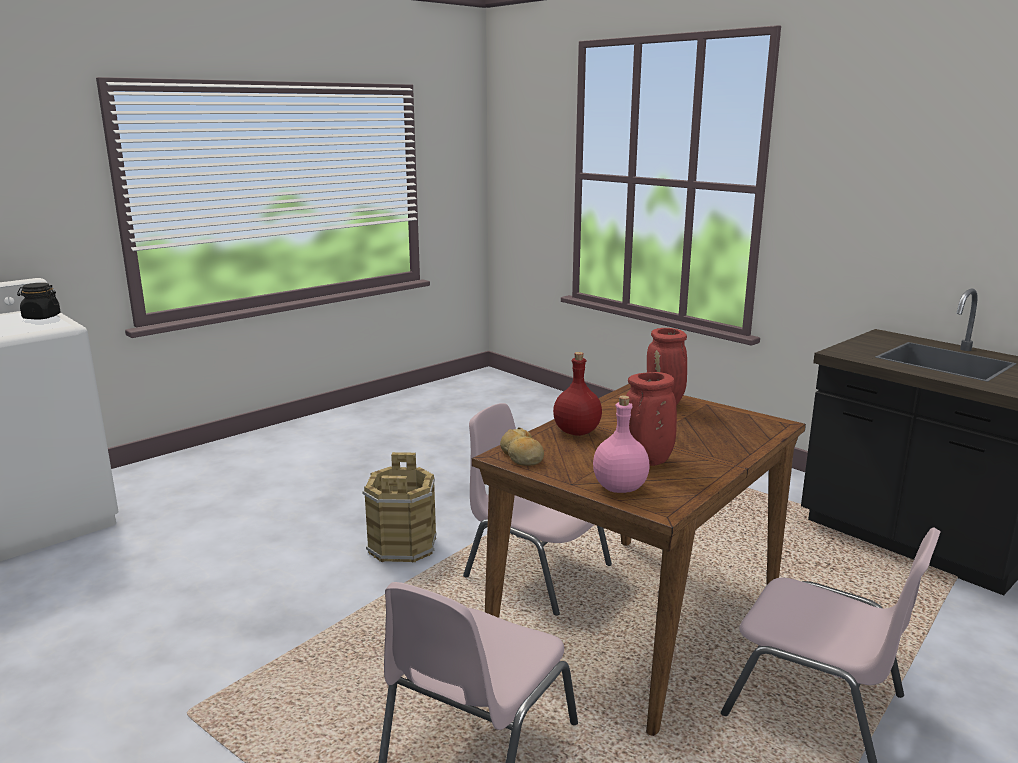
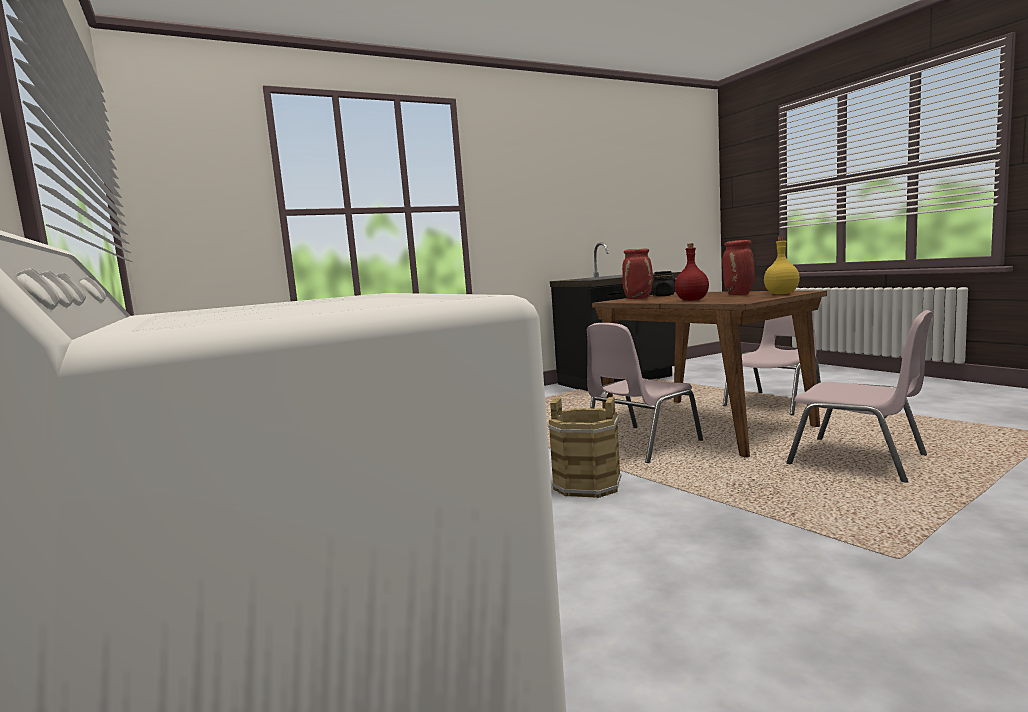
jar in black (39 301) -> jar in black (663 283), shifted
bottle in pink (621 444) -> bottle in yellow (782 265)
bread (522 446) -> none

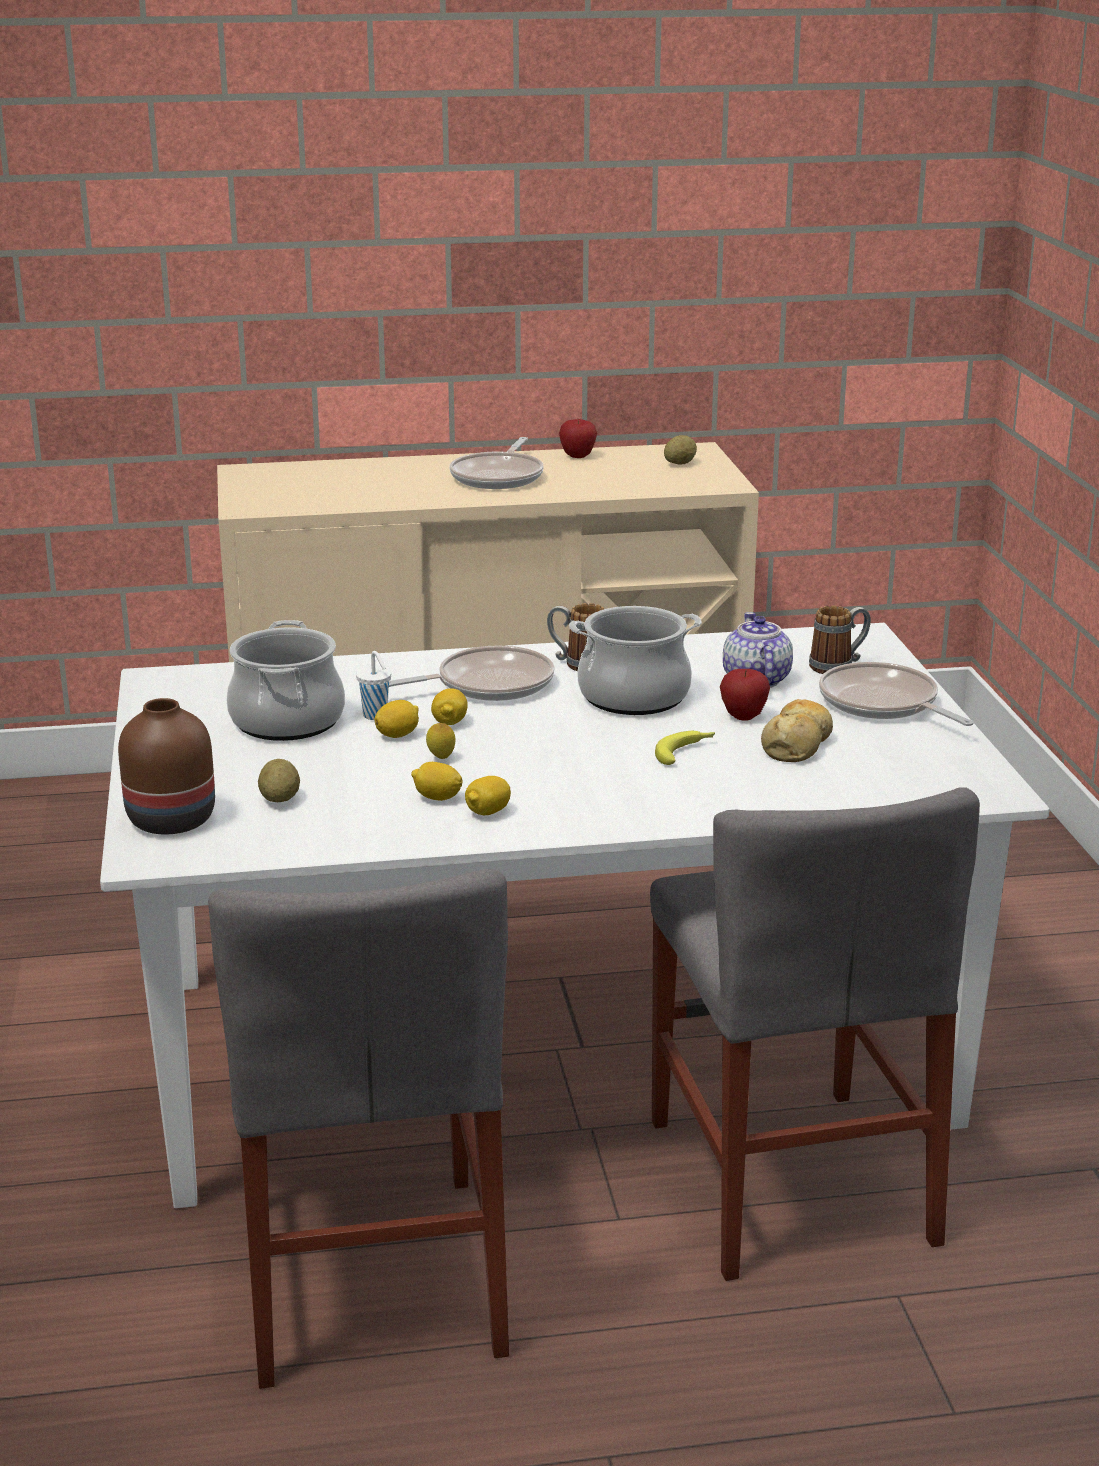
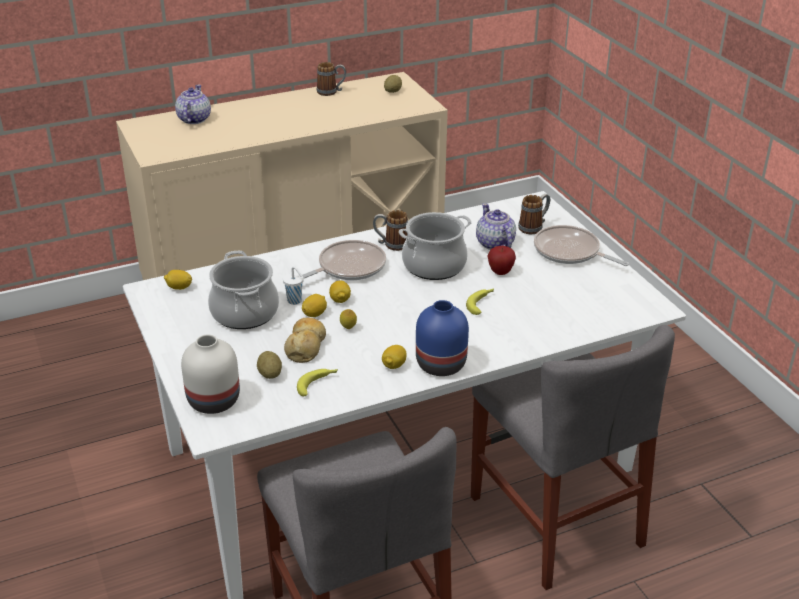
lemon (436 781) -> lemon (178 280), shifted
none -> teapot (193 104)
vase in brown (166 766) -> vase in white (210 374)
bread (797 730) -> bread (305 340), shifted
none -> banana (317 382)
apple (578 438) -> mug (331 79)
none -> vase in blue (442 338)
frying pan (496 463) -> none

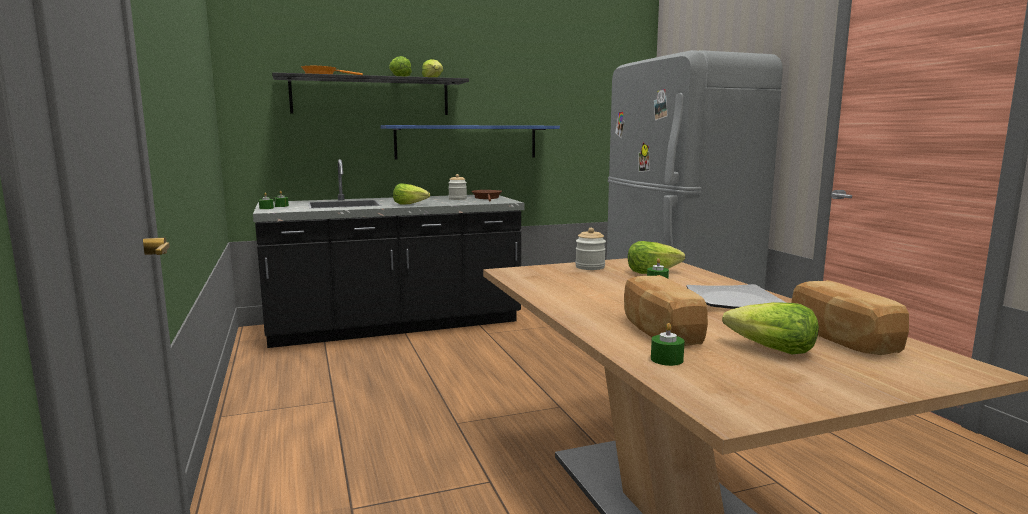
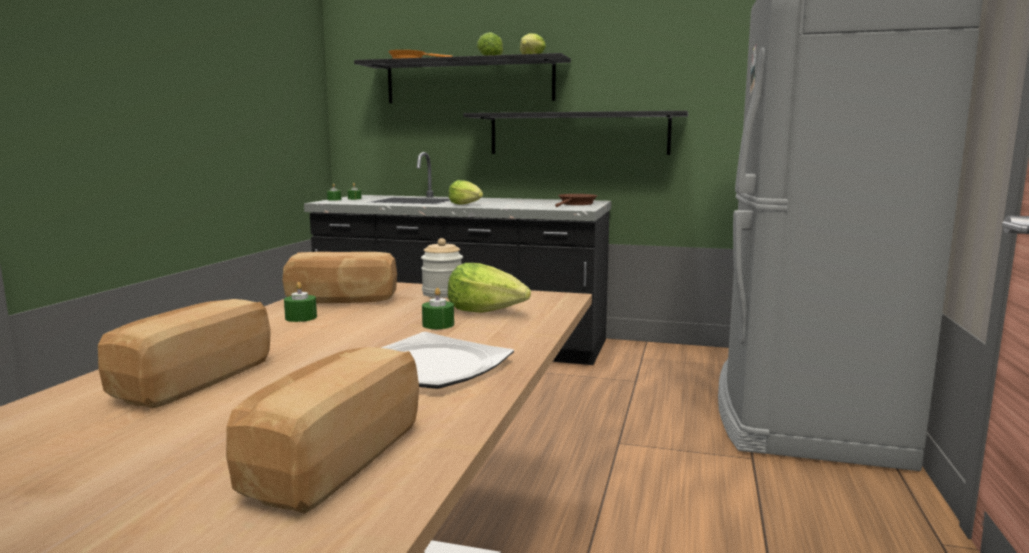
none -> bread (340 277)
candle in green (668 344) -> candle in green (300 302), shifted
shelf in blue (470 142) -> shelf in black (575 133)
jar (457 187) -> none
lettuce (770 328) -> none

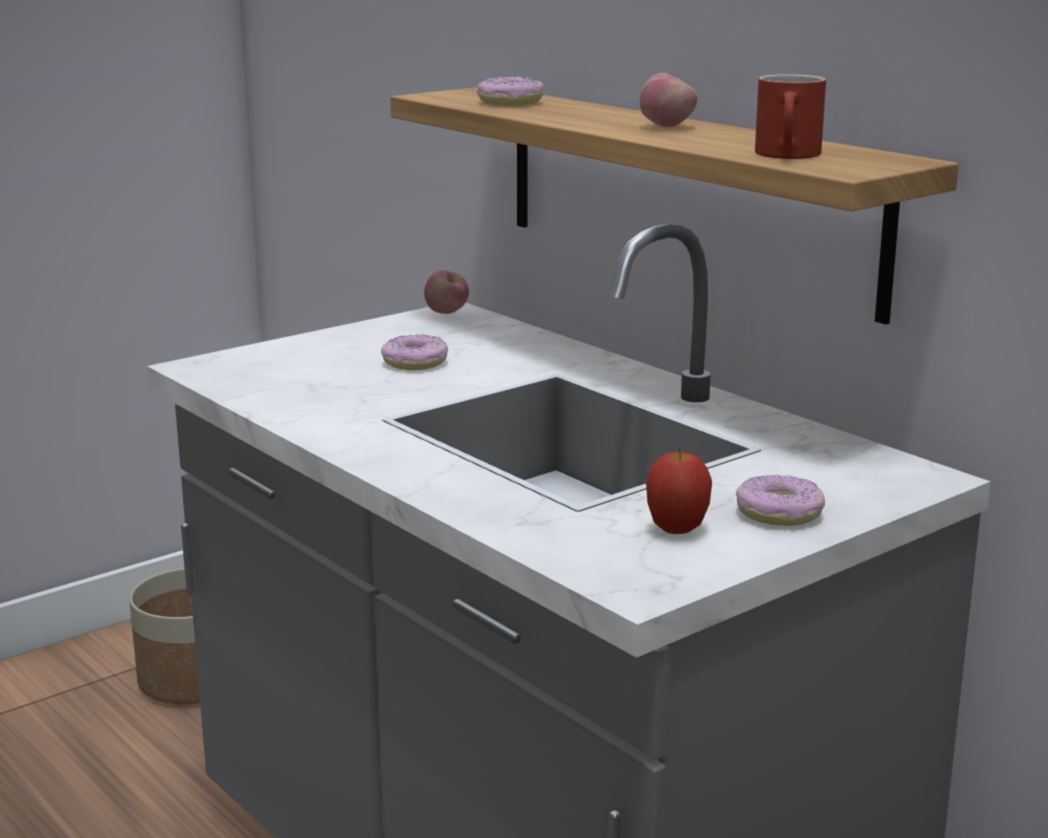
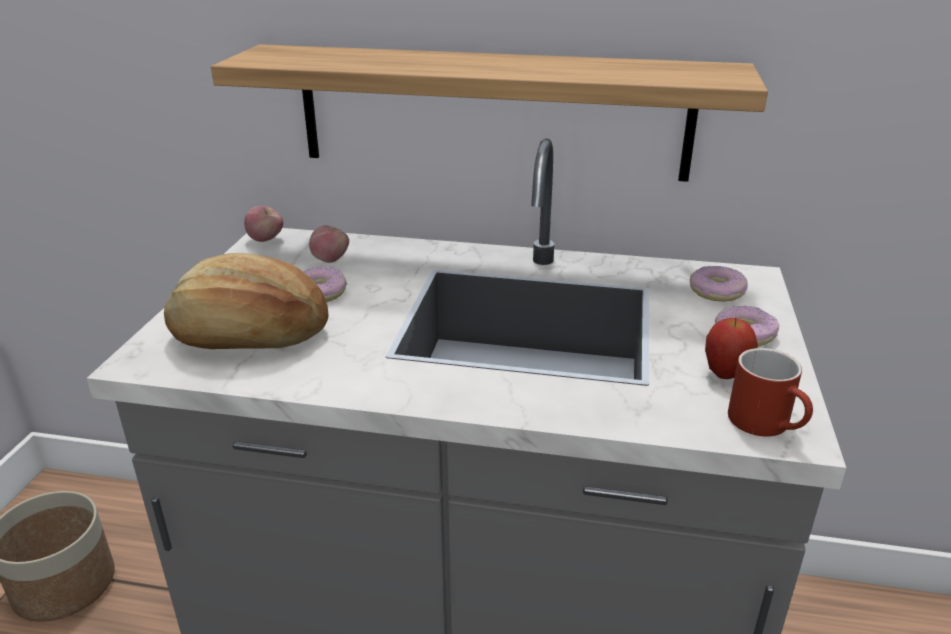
none -> bread (246 301)
apple (668 100) -> apple (329 244), shifted
donut (510 91) -> donut (719 284), shifted
mug in red (790 116) -> mug in red (770 392), shifted

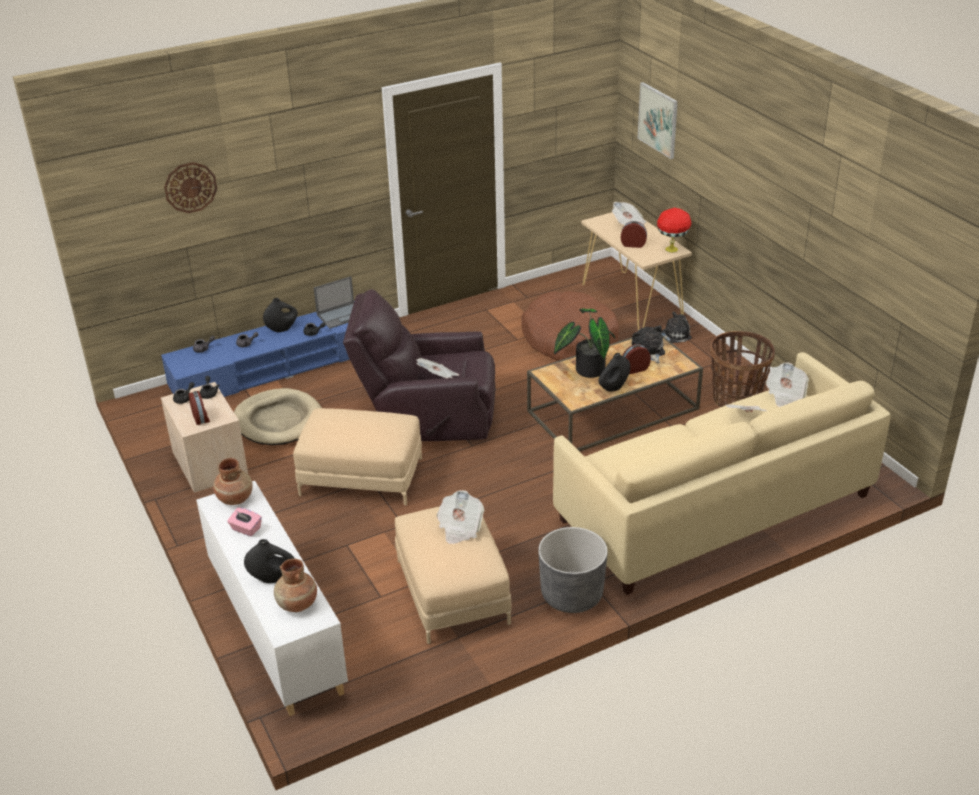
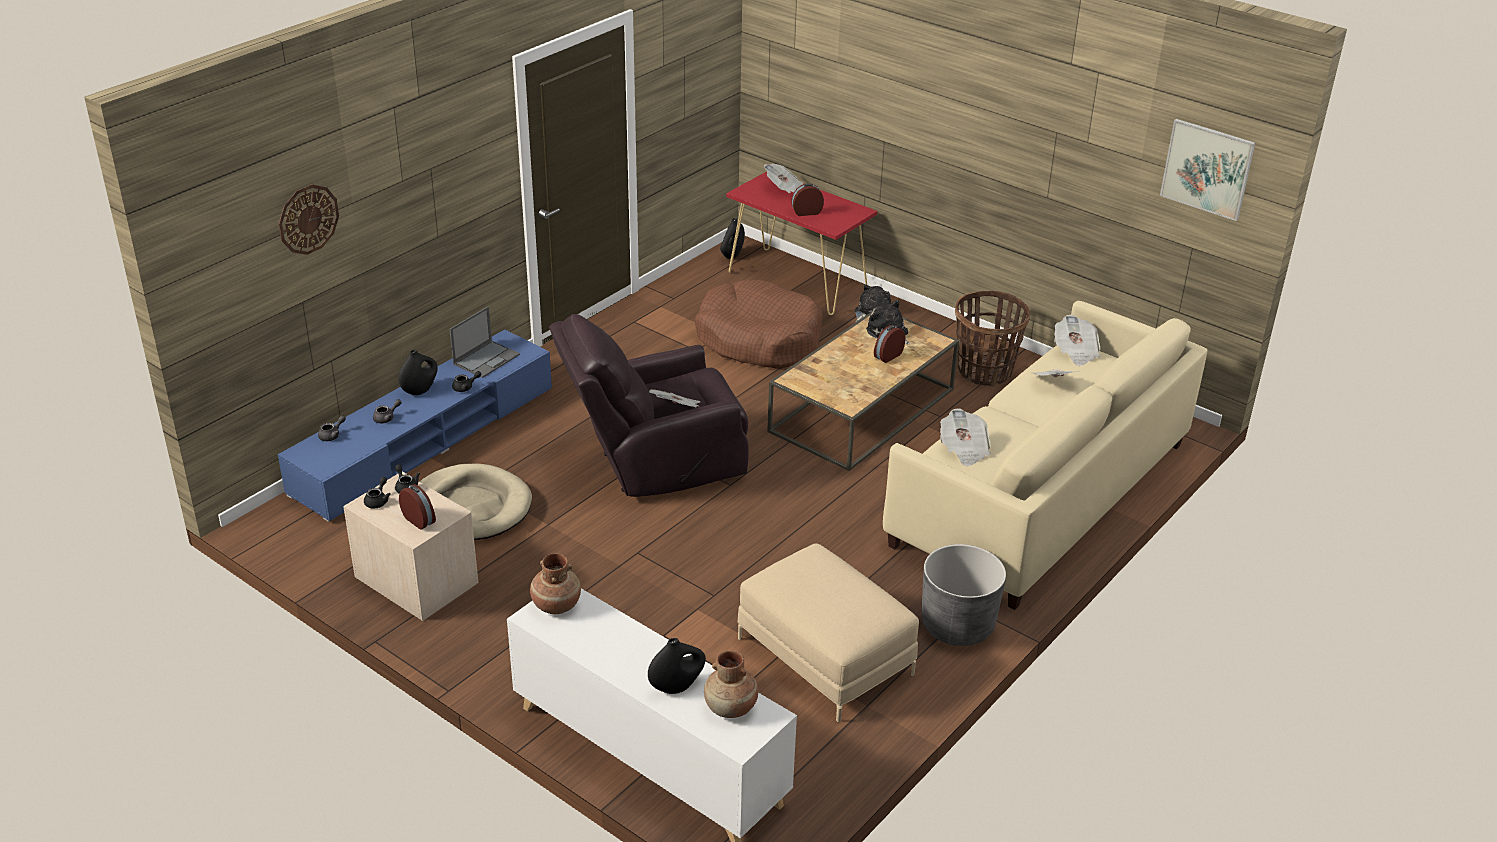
vase in black (614 372) -> vase in black (732 238), shifted
console table in beige (636 271) -> console table in red (801 243)
newspaper (460 517) -> newspaper (965 437), shifted
picture (658 120) -> picture (1207 170), shifted
tissue box in pink (244 522) -> none
ottoman in beige (357 456) -> none
potted plant (585 343) -> none
table lamp in red (674 230) -> none

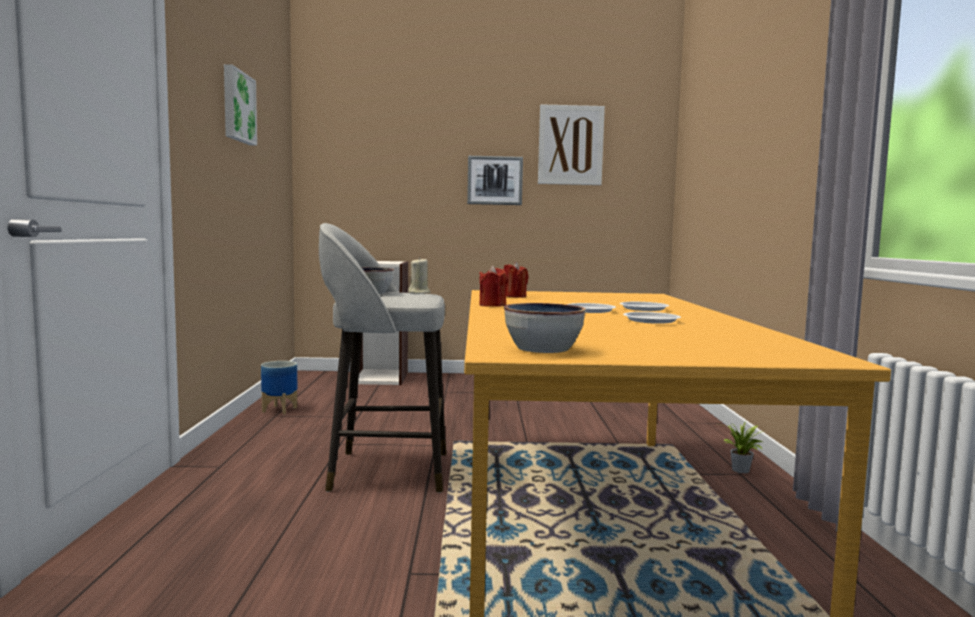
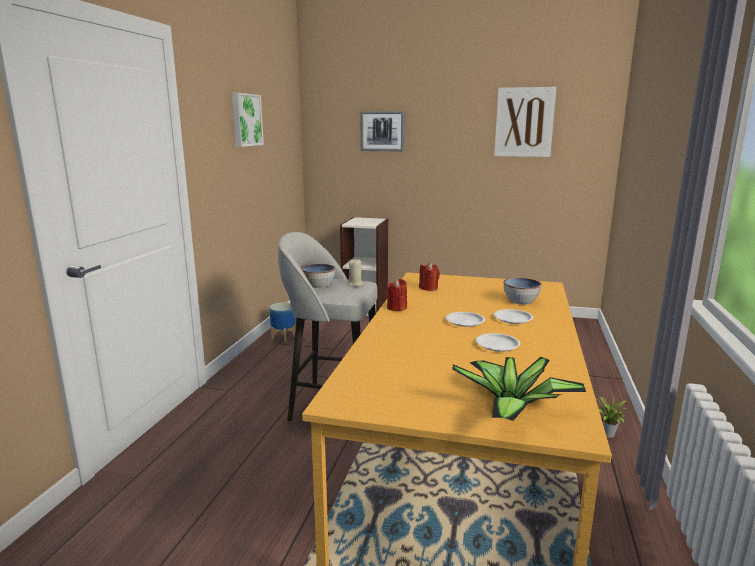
picture (495 180) -> picture (382 131), shifted
none -> potted plant (519 389)
bowl (545 328) -> bowl (522 291), shifted

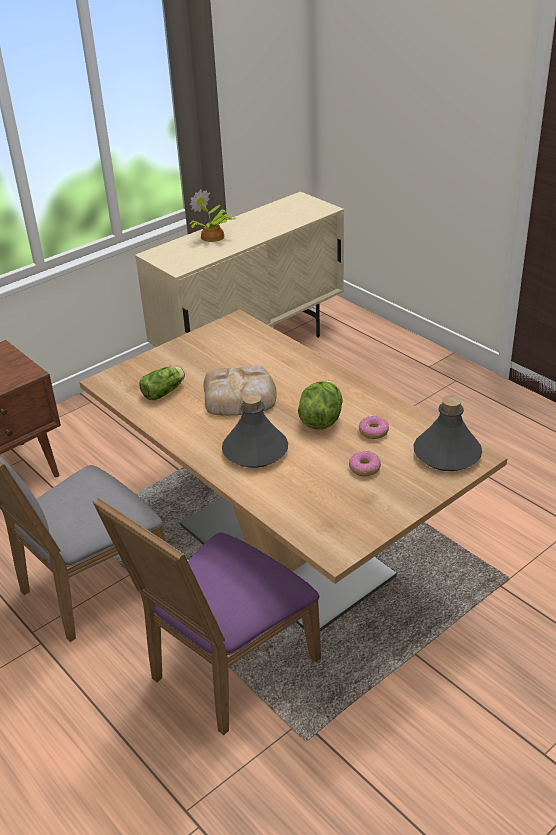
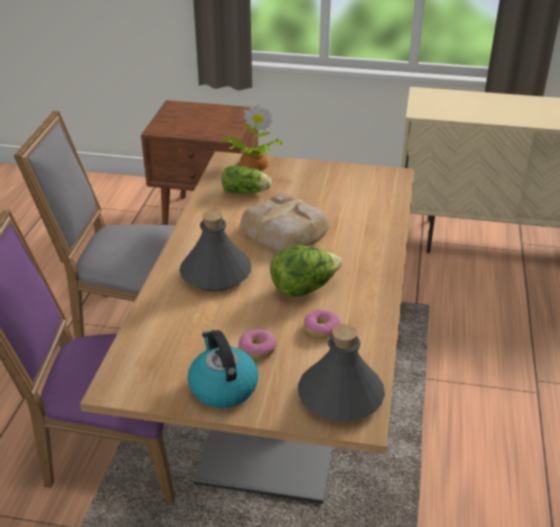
none -> kettle (223 369)
potted plant (212 215) -> potted plant (251 138), shifted

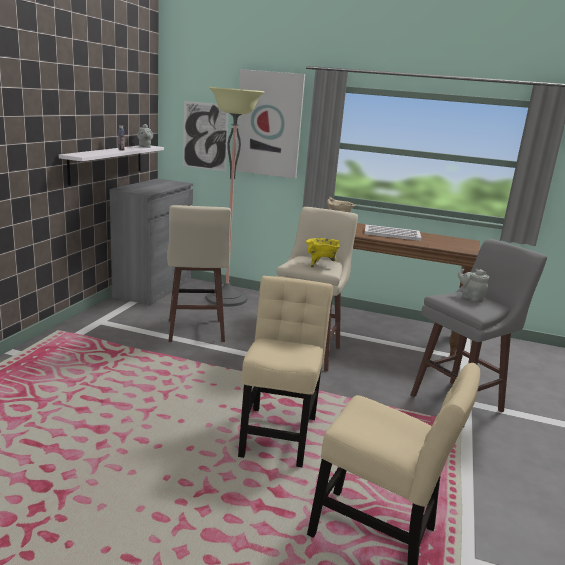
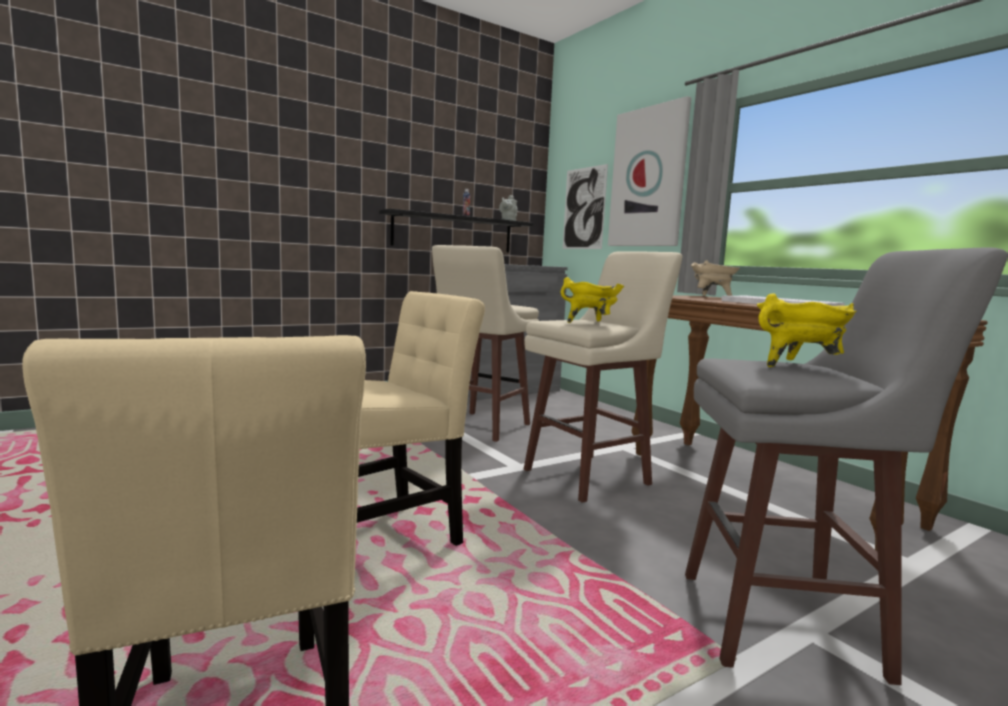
shelf in white (111 165) -> shelf in black (456 230)
teapot in grey (473 284) -> cooking pot in yellow (807 330)
floor lamp (235 197) -> none

